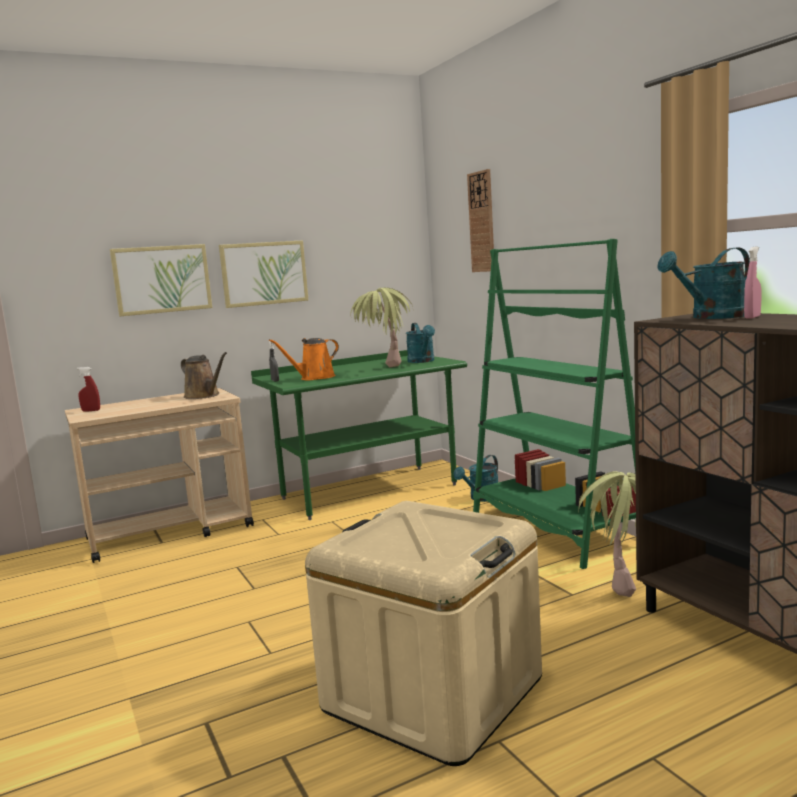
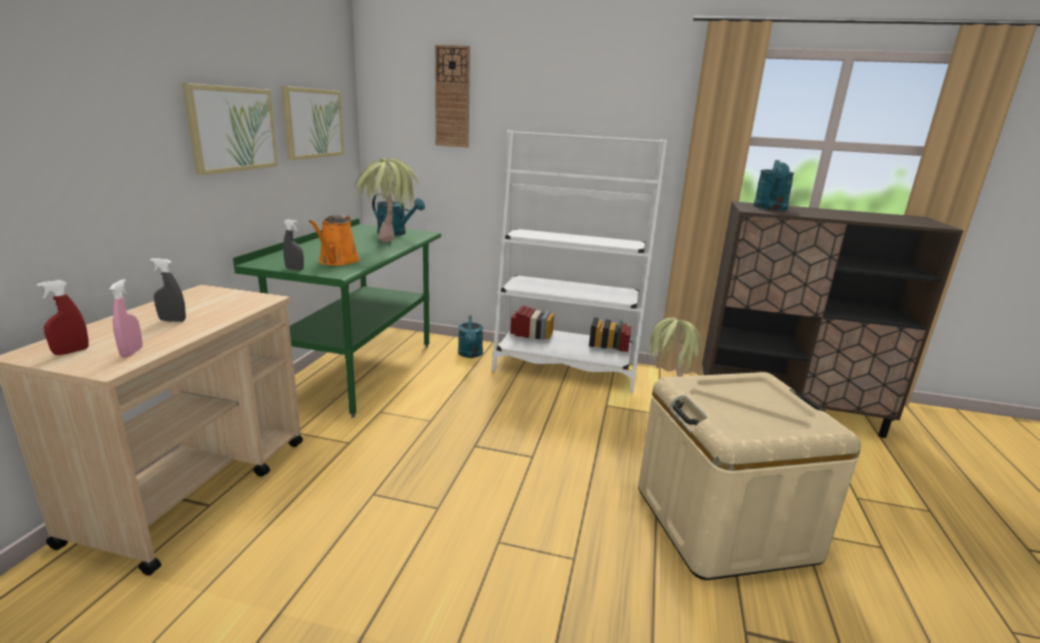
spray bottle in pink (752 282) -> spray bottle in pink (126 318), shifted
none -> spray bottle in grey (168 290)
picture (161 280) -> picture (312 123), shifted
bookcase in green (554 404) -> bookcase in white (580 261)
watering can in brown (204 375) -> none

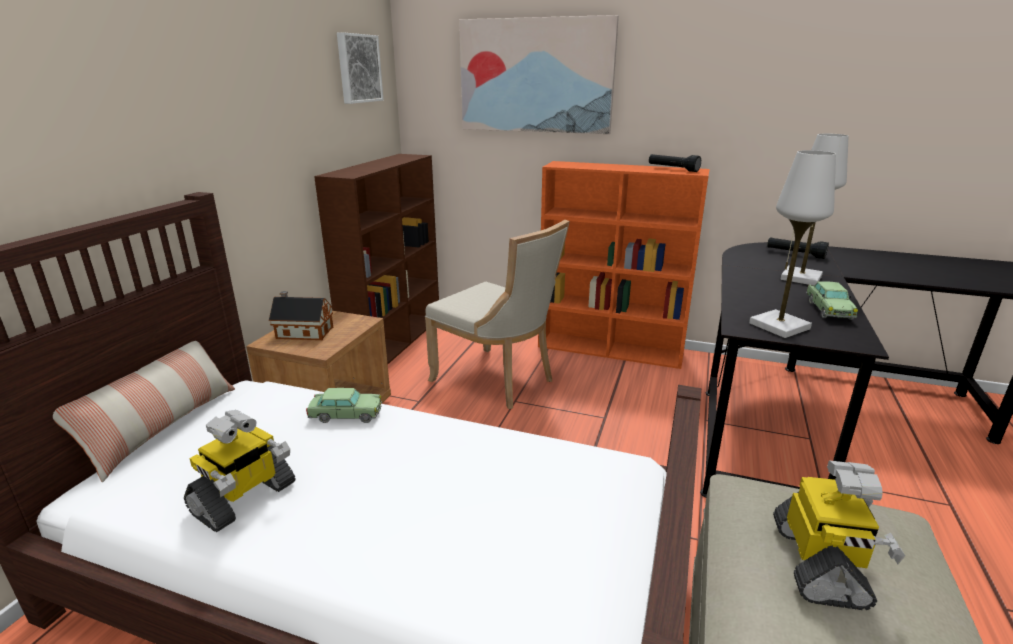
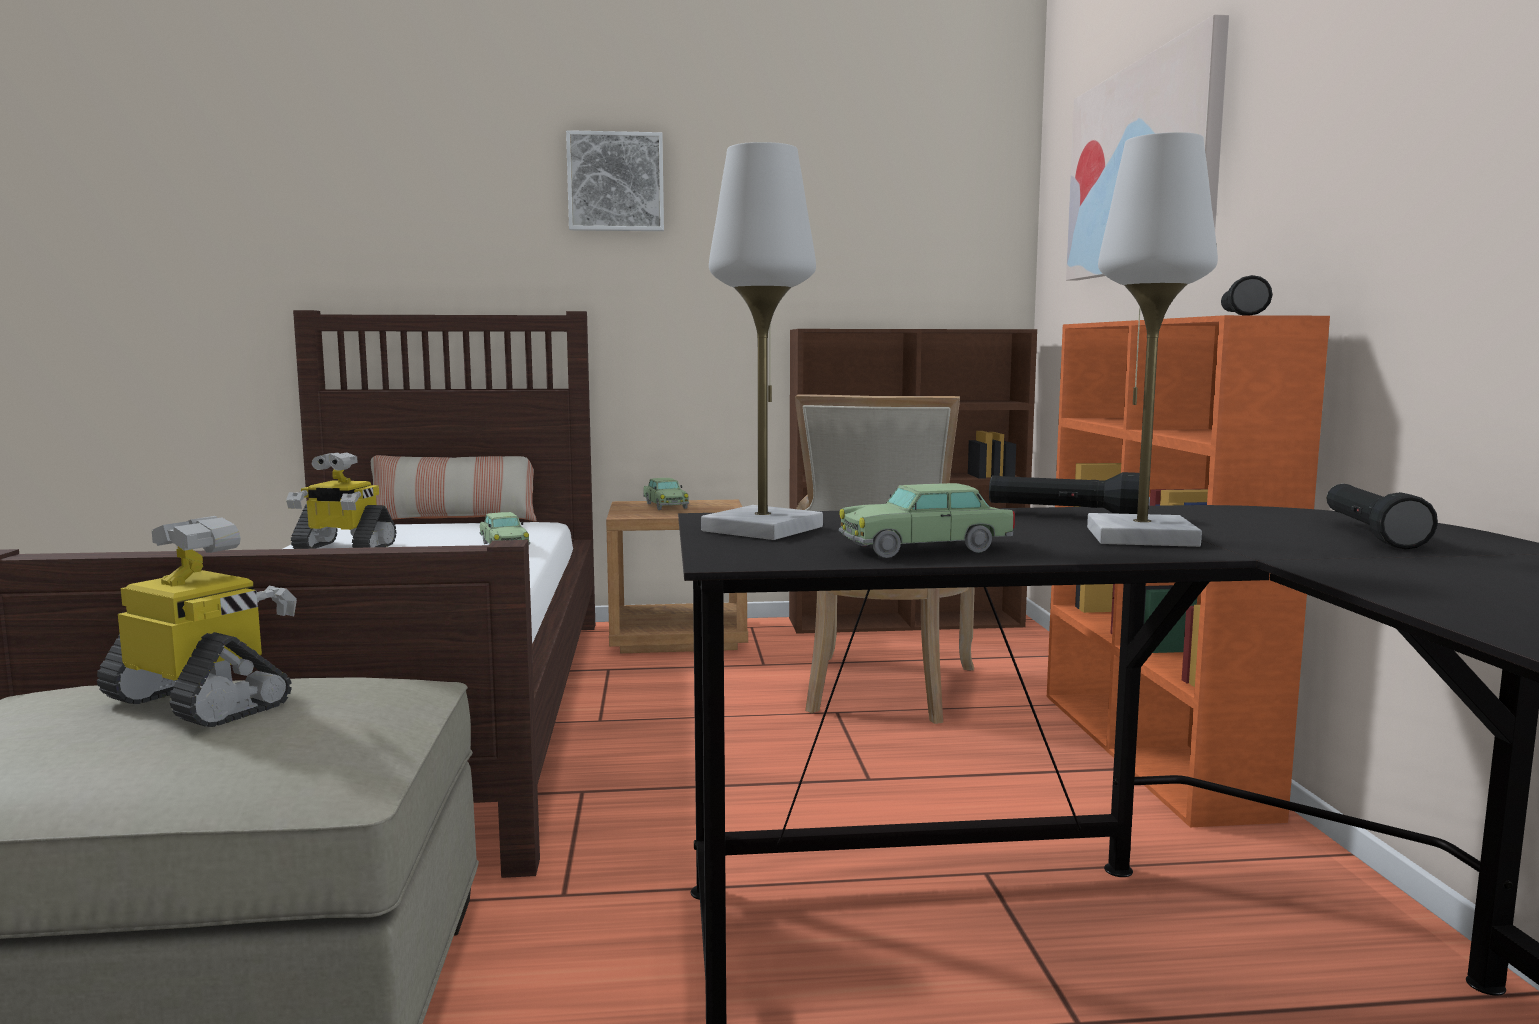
toy robot (839 535) -> toy robot (197 621), 135 degrees counterclockwise
picture (360 68) -> picture (615 180), shifted
toy house (301 315) -> toy car (666 494)
none -> flashlight in black (1064 493)

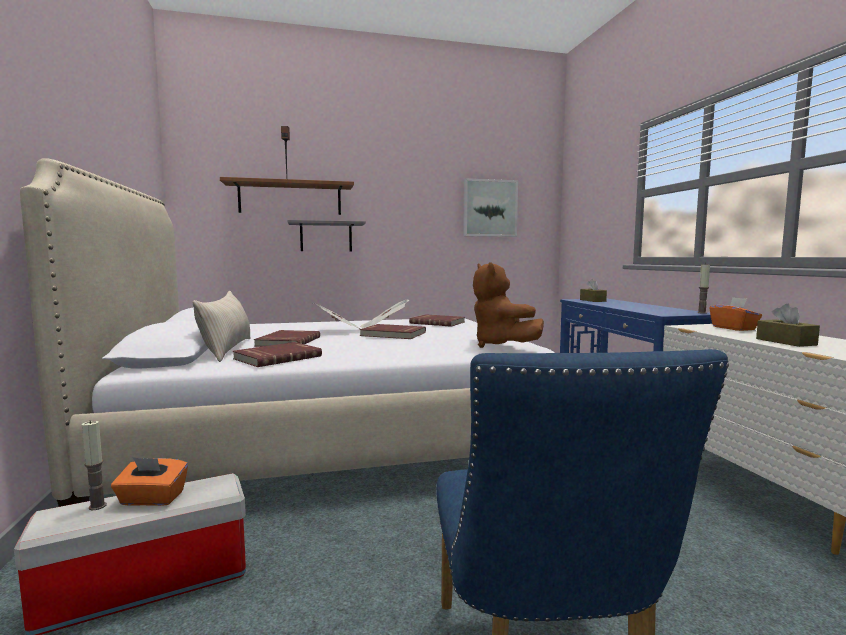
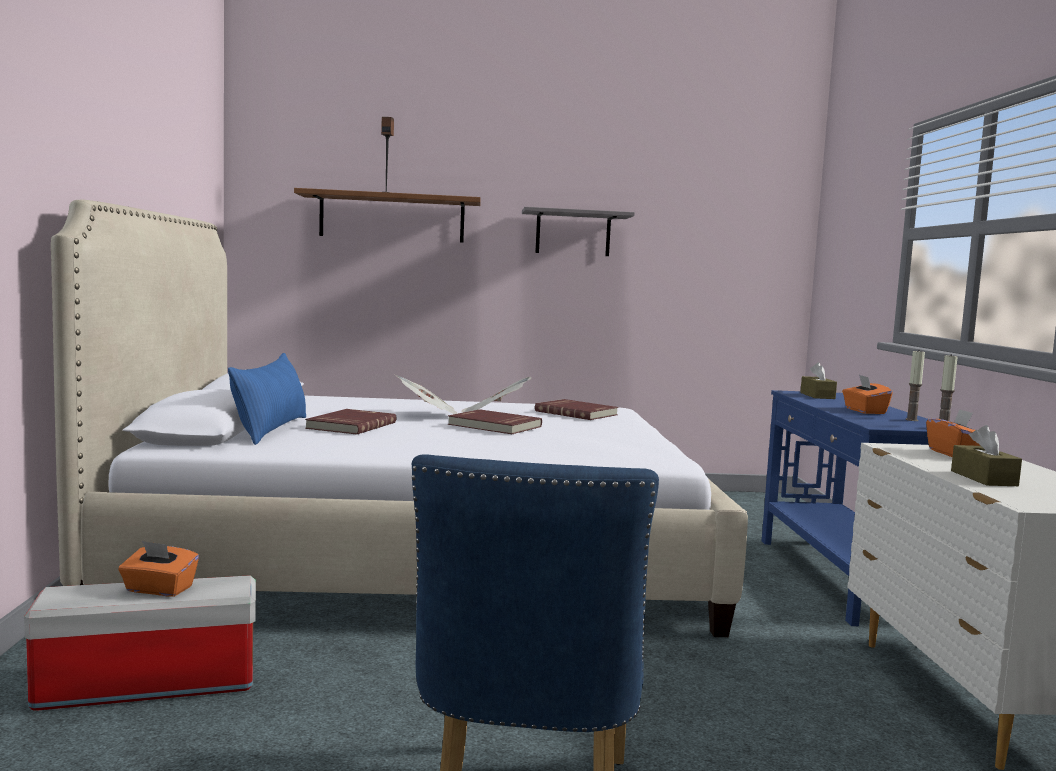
pillow in beige (221 326) -> pillow in blue (267 399)
shelf in grey (326 235) -> shelf in grey (578 231), shifted
none -> tissue box in orange (867 394)
candle (94 465) -> candle (915 385), shifted
book in red (277 354) -> none
picture (490 207) -> none
plush toy in brown (508 305) -> none

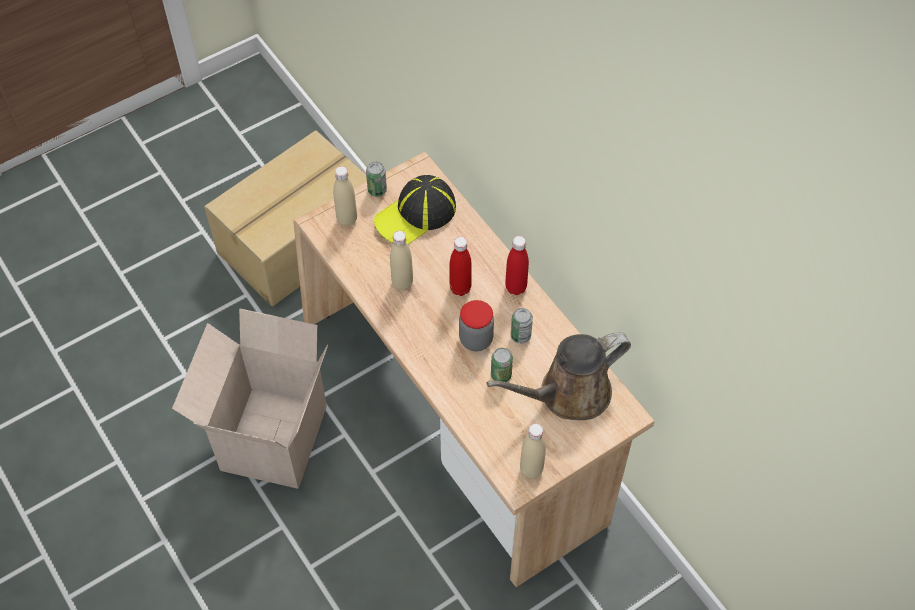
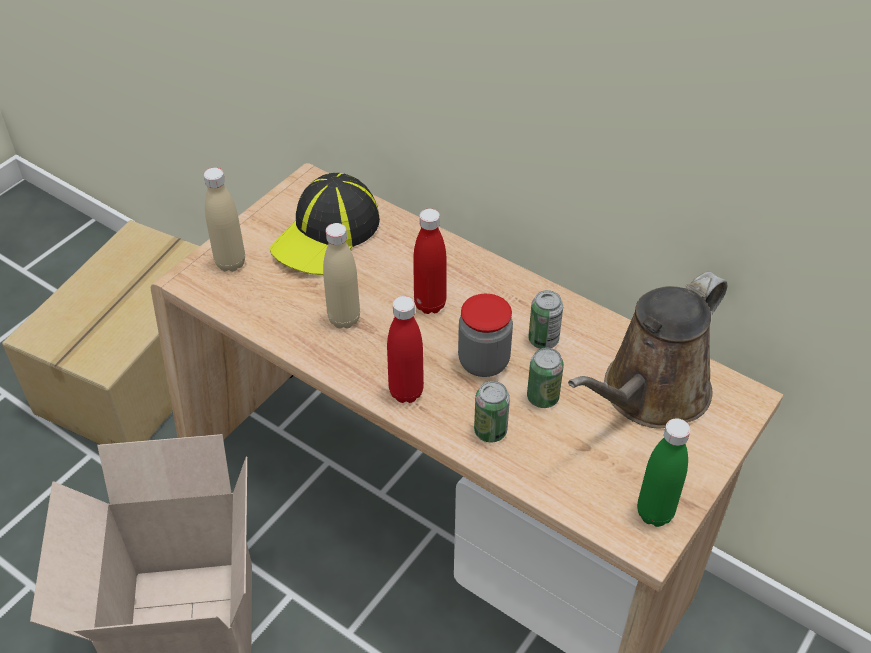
bottle in red (517 265) -> bottle in red (405 349), shifted
can (376 179) -> can (492 411), shifted
bottle in beige (533 451) -> bottle in green (664 472)

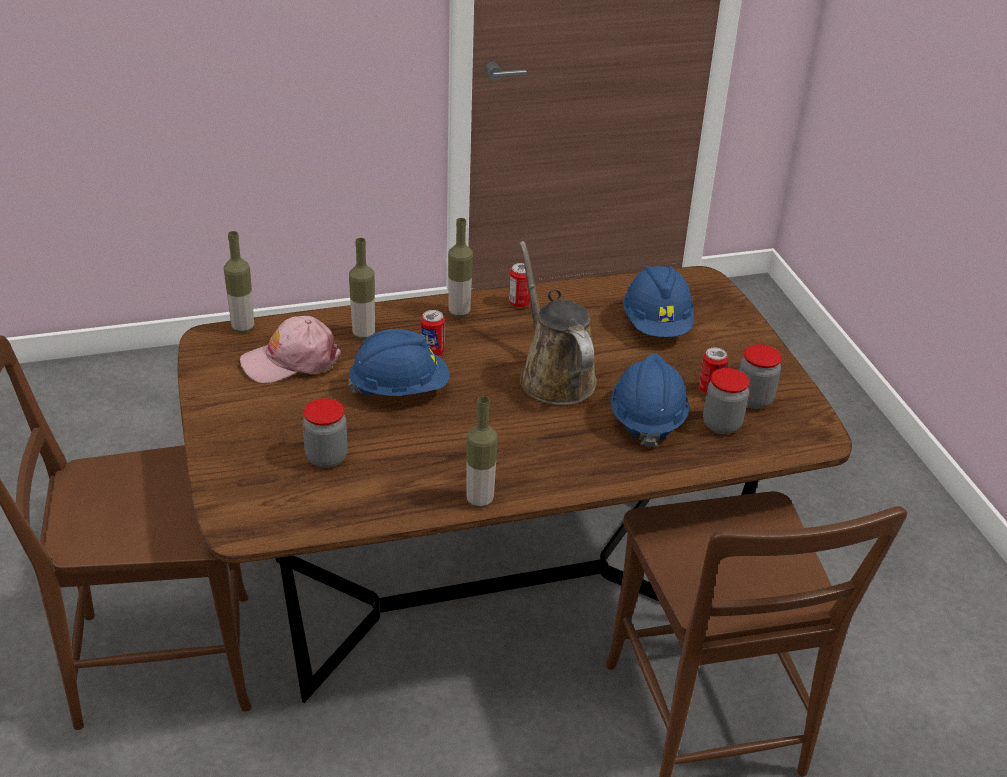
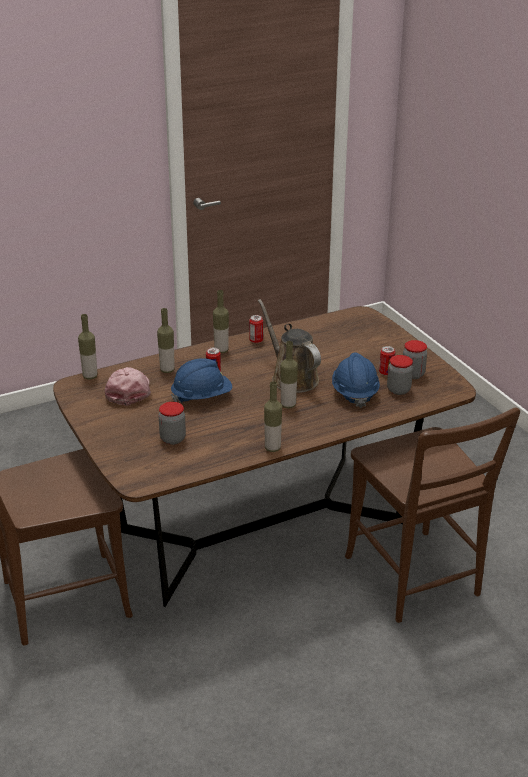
cap in pink (290 349) -> cap in pink (128 386), 120 degrees clockwise
none -> bottle (289 375)
hard hat in blue (658 301) -> none

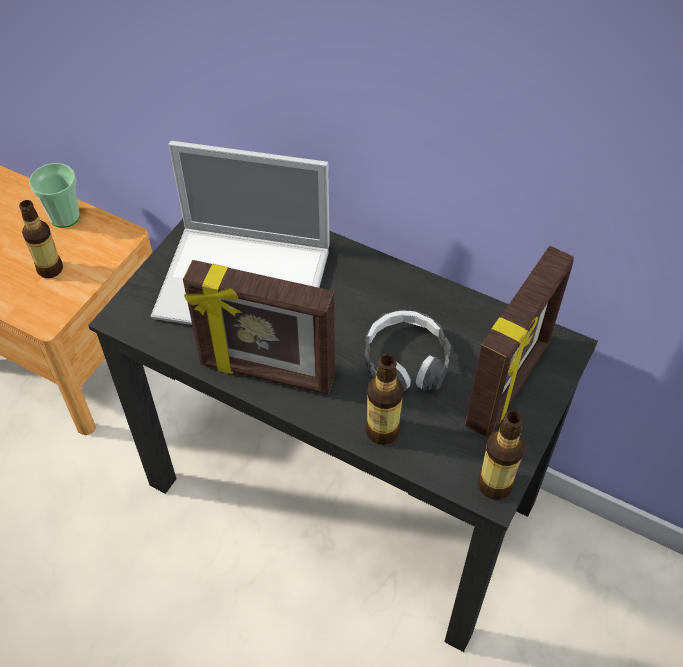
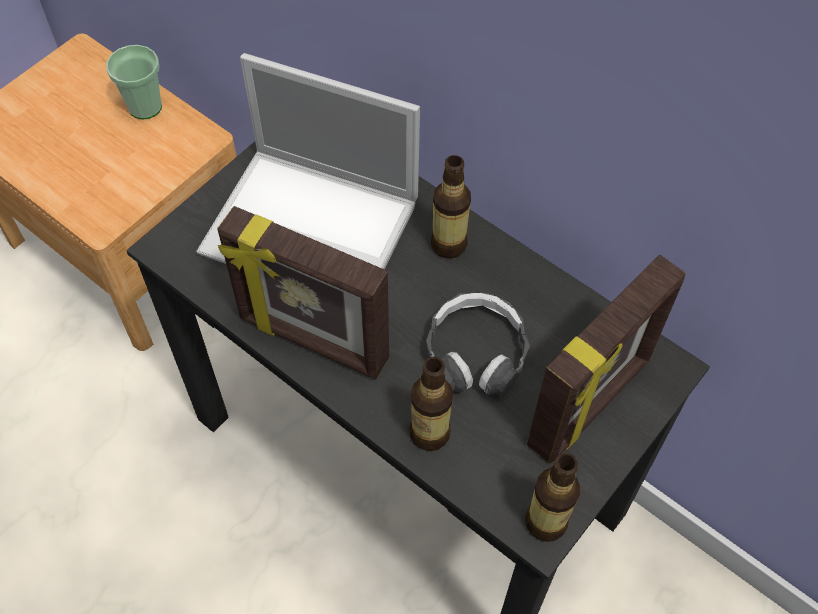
bottle (41 239) -> bottle (451 206), shifted

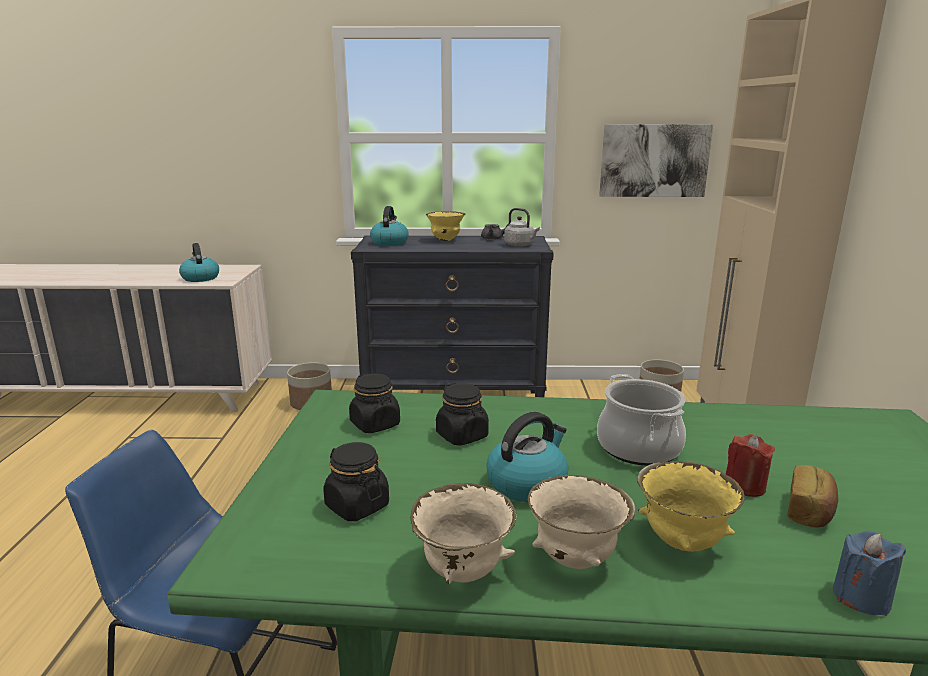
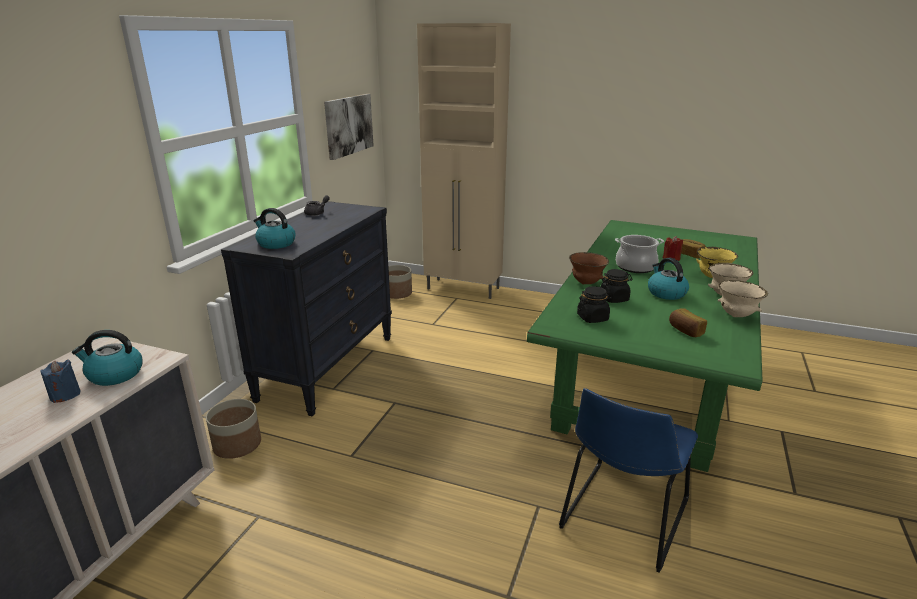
candle in blue (869 573) -> candle in blue (60 381), shifted
none -> bowl in brown (589 268)
jar in black (356 481) -> bread (688 322)
bowl in yellow (446 226) -> none
kettle in grey (522 227) -> none

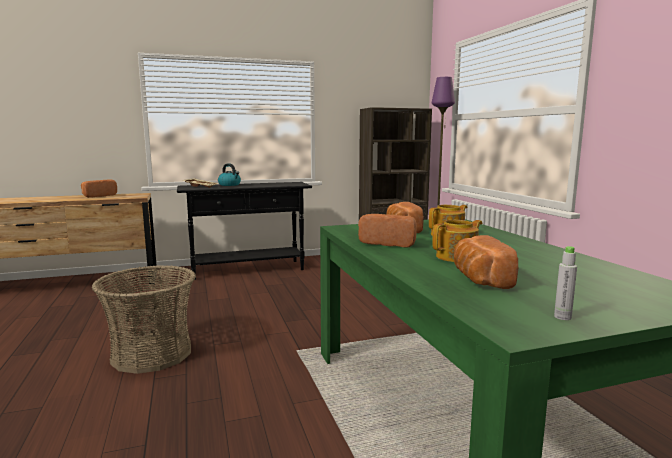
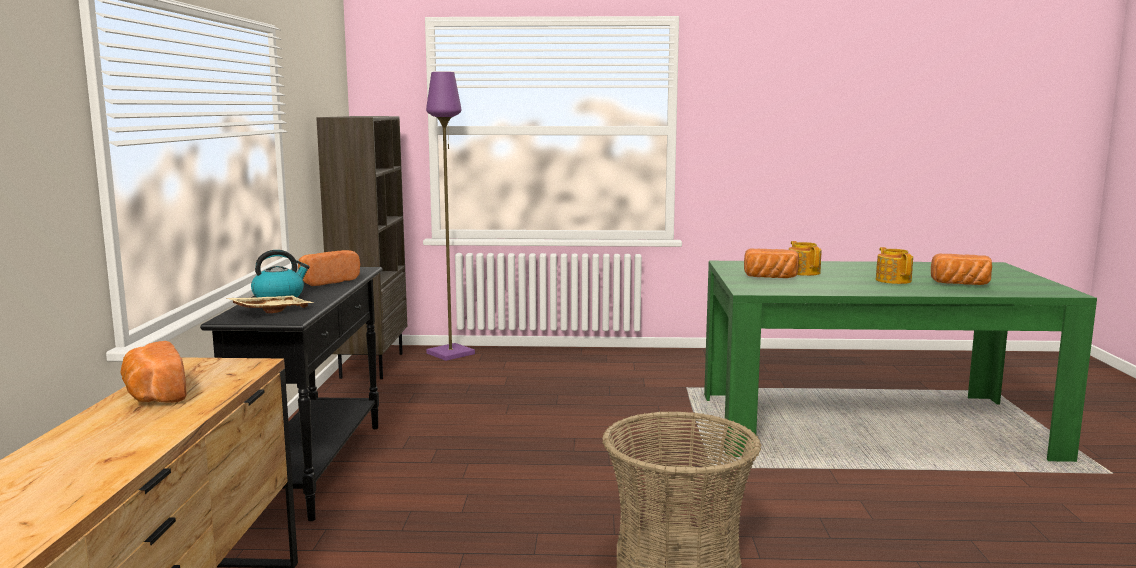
bread (387 231) -> bread (329 268), shifted
bottle in grey (565 283) -> none

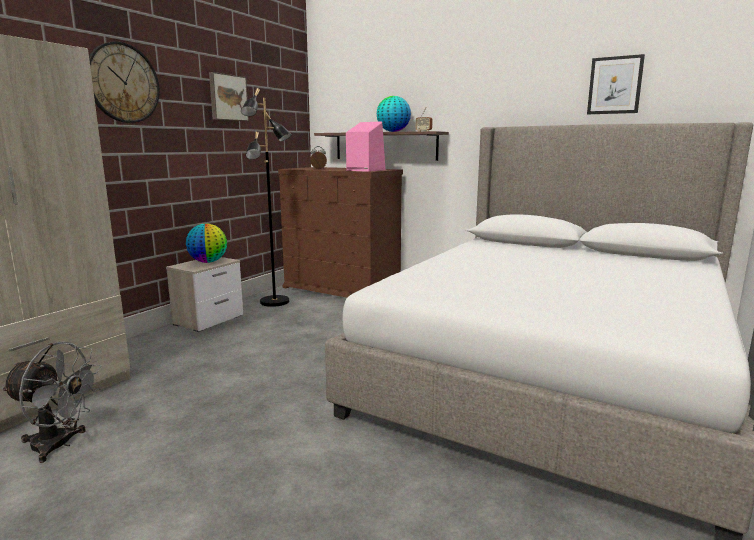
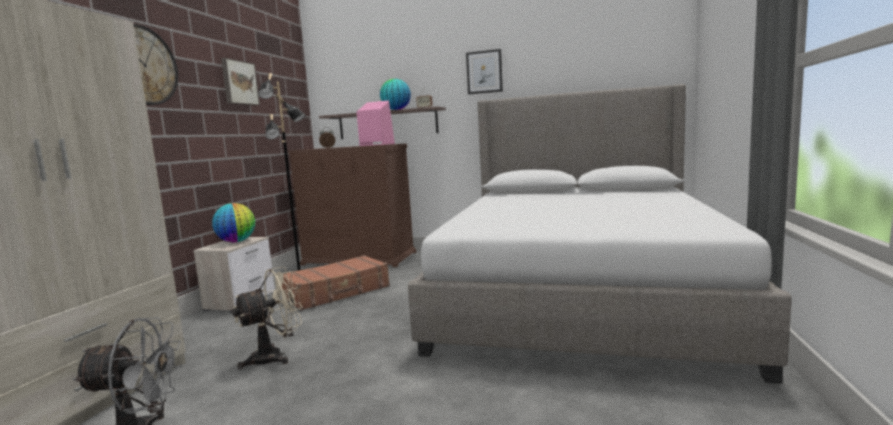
none -> fan in beige (267 317)
none -> suitcase in brown (336 283)
picture (616 84) -> picture (484 72), shifted

